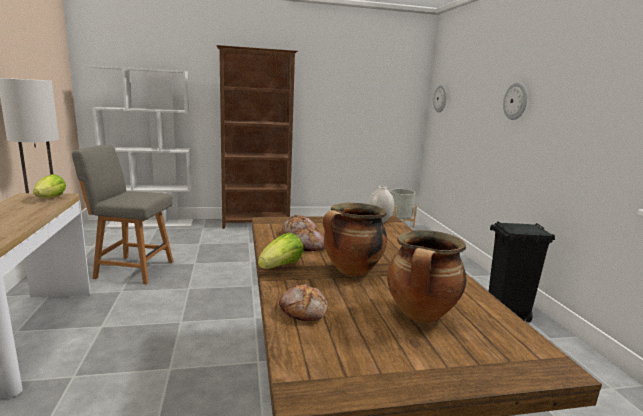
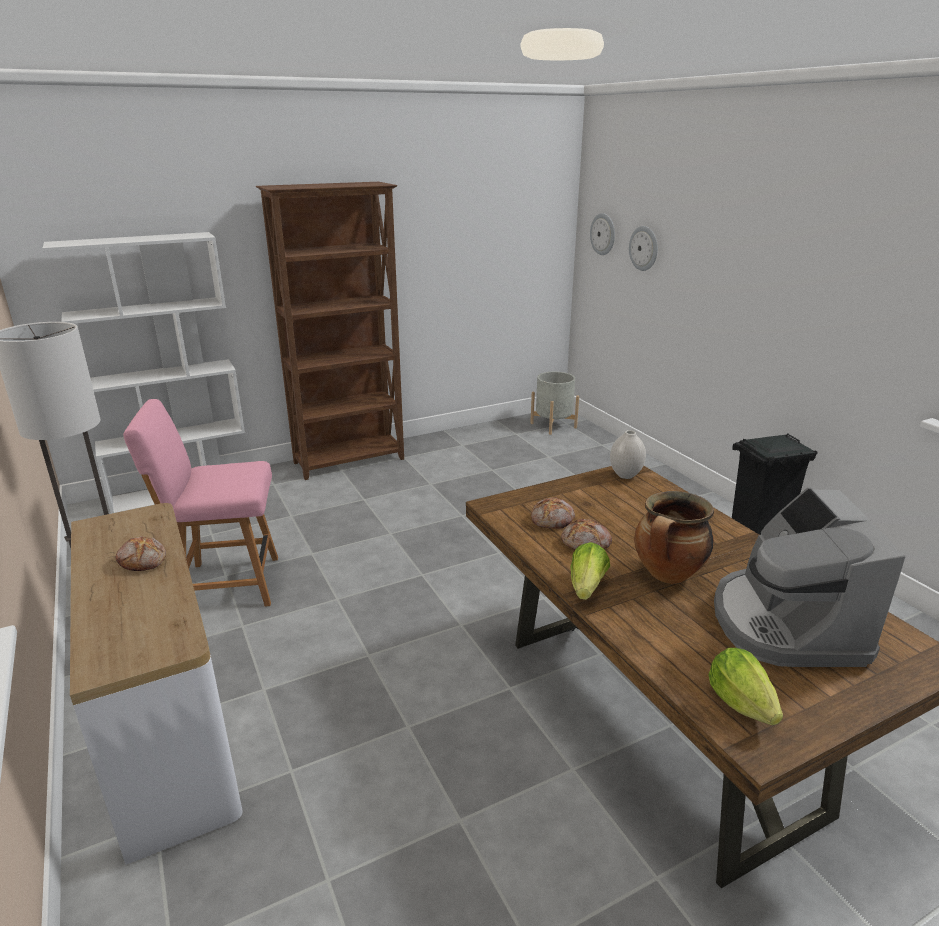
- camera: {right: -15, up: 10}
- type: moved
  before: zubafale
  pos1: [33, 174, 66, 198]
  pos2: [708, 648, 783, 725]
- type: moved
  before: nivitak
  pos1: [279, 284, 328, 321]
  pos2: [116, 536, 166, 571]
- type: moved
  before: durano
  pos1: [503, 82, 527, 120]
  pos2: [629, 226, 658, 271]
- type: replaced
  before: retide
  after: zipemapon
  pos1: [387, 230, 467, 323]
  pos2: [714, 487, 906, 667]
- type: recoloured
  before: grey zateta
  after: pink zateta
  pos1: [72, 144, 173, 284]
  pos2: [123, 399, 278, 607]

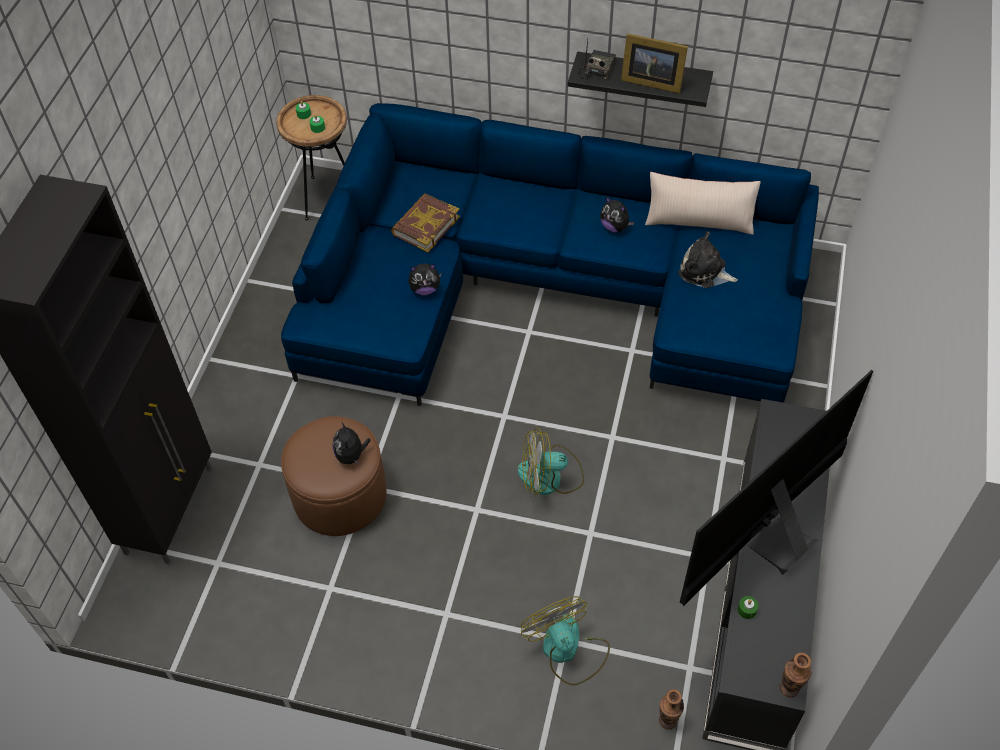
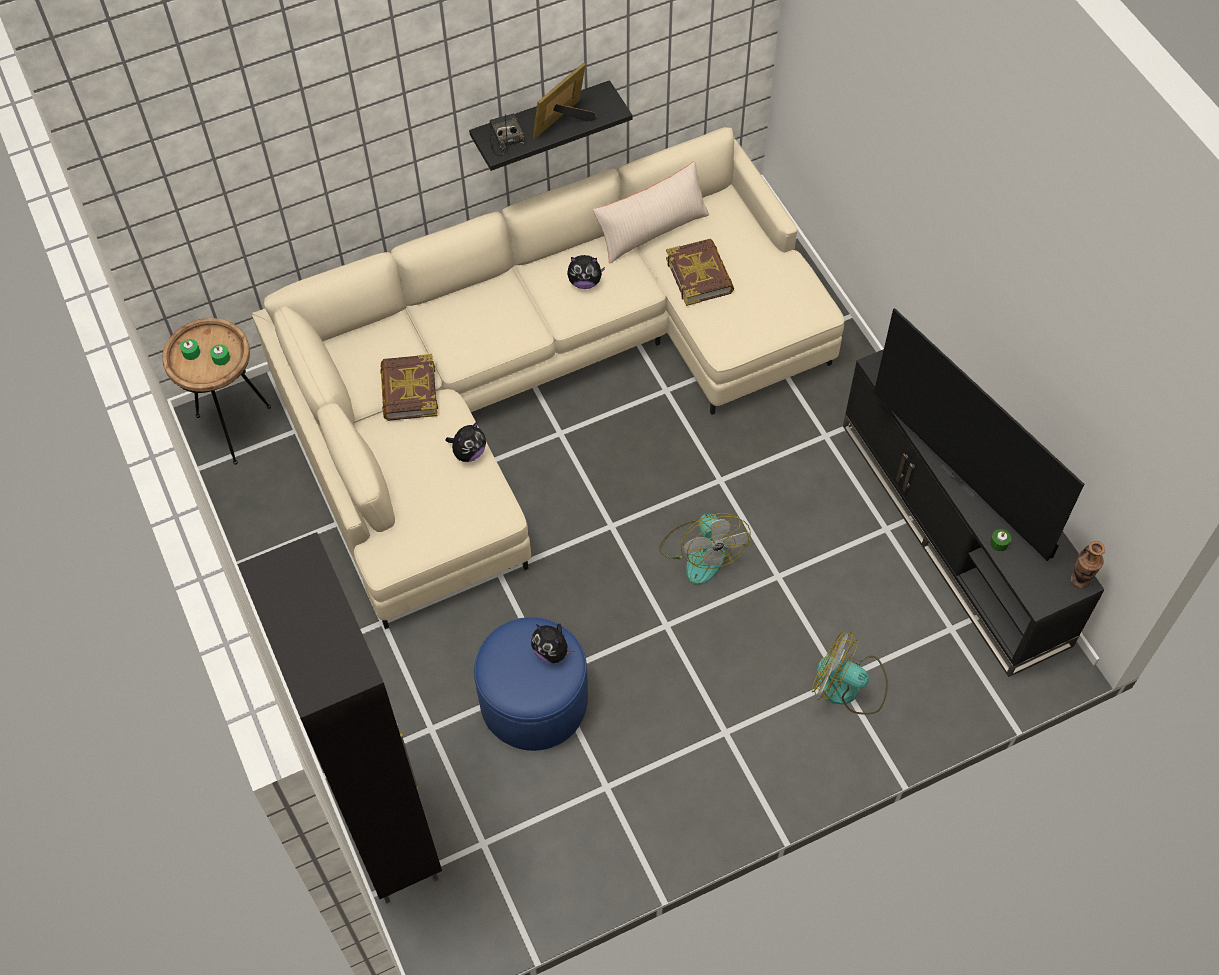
- camera: {right: -40, up: 5}
- type: removed
  before: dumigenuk
  pos1: [659, 689, 684, 730]
- type: replaced
  before: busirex
  after: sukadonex
  pos1: [678, 231, 738, 288]
  pos2: [666, 239, 734, 306]
- type: recoloured
  before: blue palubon
  after: beige palubon
  pos1: [281, 103, 819, 406]
  pos2: [252, 127, 845, 629]
- type: recoloured
  before: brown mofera
  after: blue mofera
  pos1: [281, 416, 387, 536]
  pos2: [474, 617, 588, 751]
- type: turned
  before: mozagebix
  pos1: [518, 428, 584, 495]
  pos2: [659, 513, 751, 585]
  turn: -60
- type: turned
  before: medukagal
  pos1: [621, 33, 688, 94]
  pos2: [533, 63, 596, 139]
  turn: 150
- type: turned
  before: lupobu
  pos1: [680, 370, 873, 607]
  pos2: [874, 308, 1084, 561]
  turn: -45

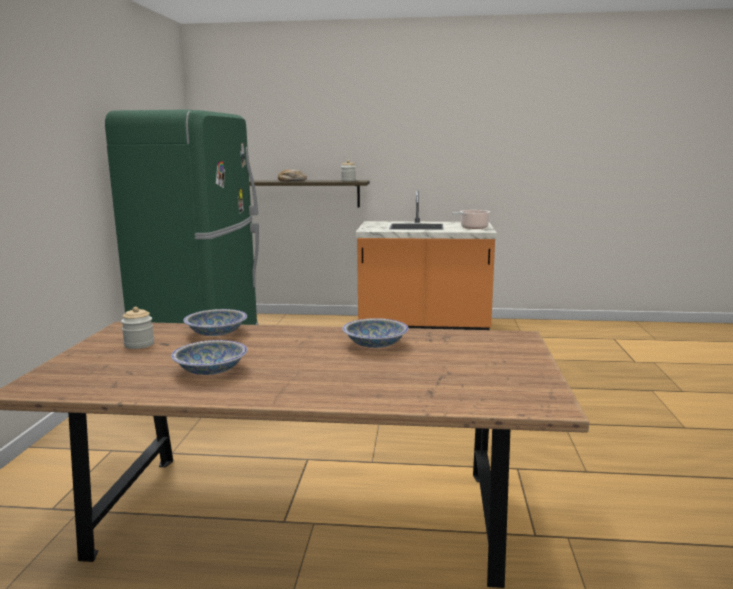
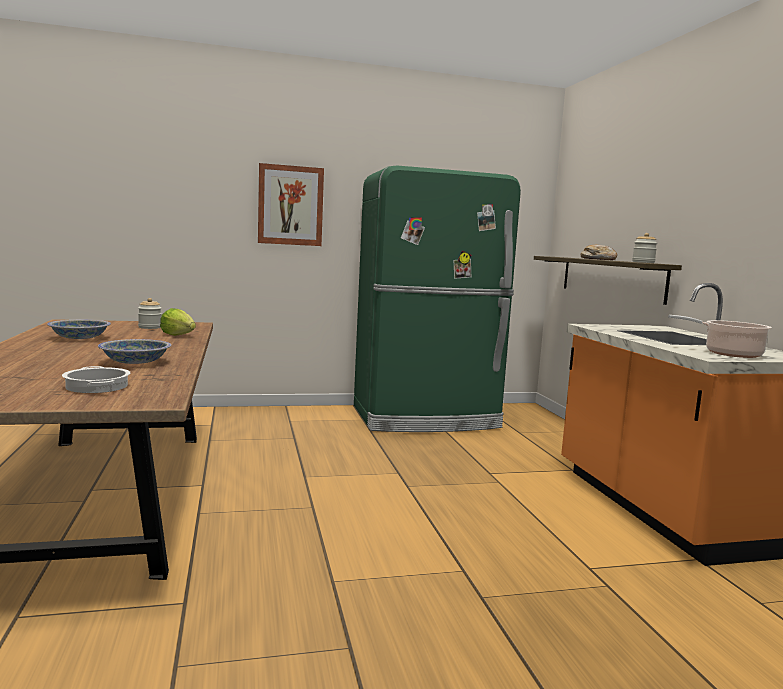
- camera: {right: 70, up: -5}
- type: added
  after: retide
  pos2: [62, 366, 130, 393]
- type: added
  after: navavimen
  pos2: [258, 163, 324, 246]
- type: replaced
  before: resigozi
  after: zubafale
  pos1: [183, 309, 247, 336]
  pos2: [160, 308, 196, 336]

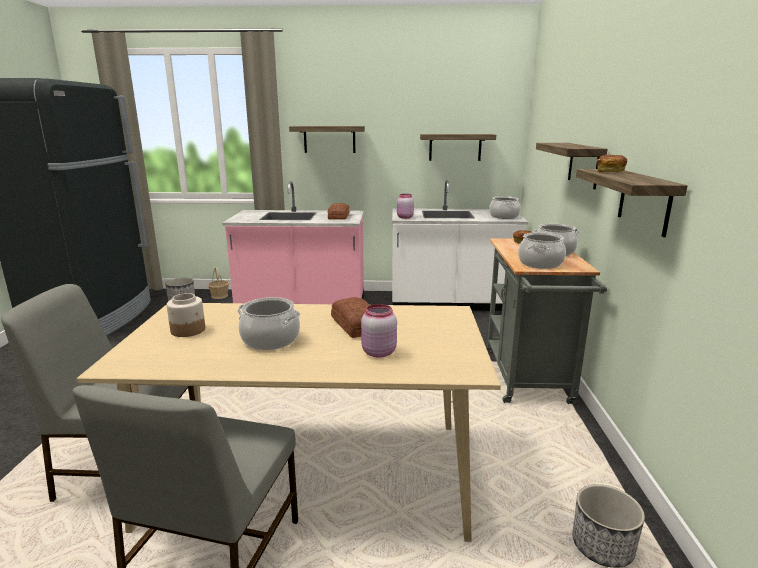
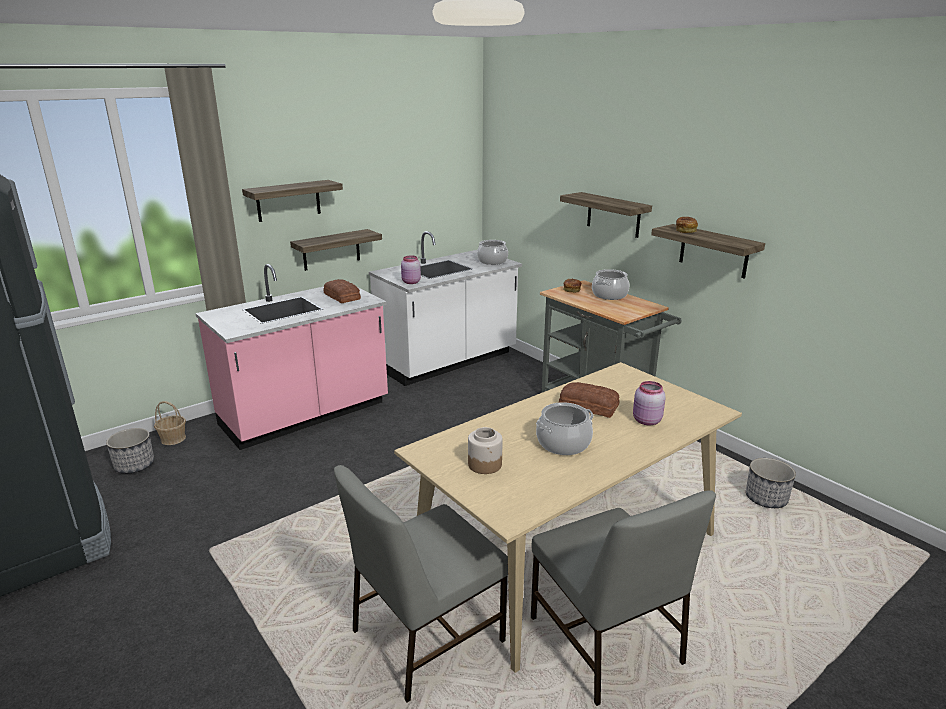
- camera: {right: -40, up: 5}
- type: removed
  before: retide
  pos1: [518, 233, 566, 269]
- type: moved
  before: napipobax
  pos1: [420, 134, 496, 161]
  pos2: [290, 229, 382, 271]

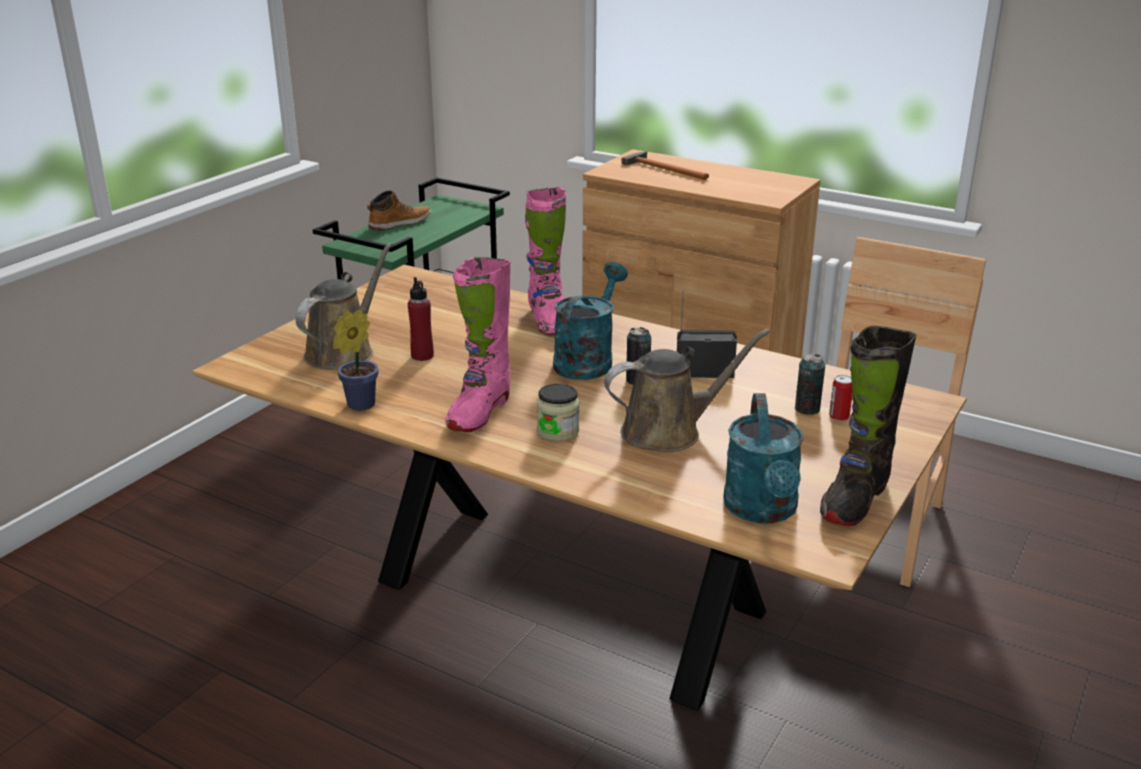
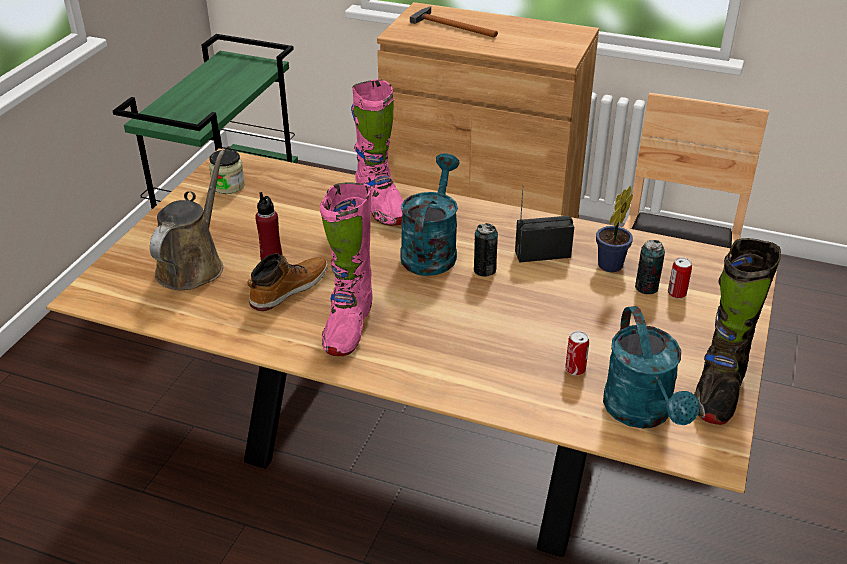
- camera: {right: -10, up: 10}
- type: removed
  before: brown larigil
  pos1: [604, 329, 770, 452]
- type: added
  after: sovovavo
  pos2: [566, 331, 589, 376]
- type: moved
  before: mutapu
  pos1: [333, 309, 379, 411]
  pos2: [596, 186, 633, 272]
- type: moved
  before: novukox
  pos1: [367, 190, 431, 231]
  pos2: [247, 253, 328, 311]
- type: moved
  before: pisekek
  pos1: [537, 384, 579, 441]
  pos2: [209, 150, 245, 194]

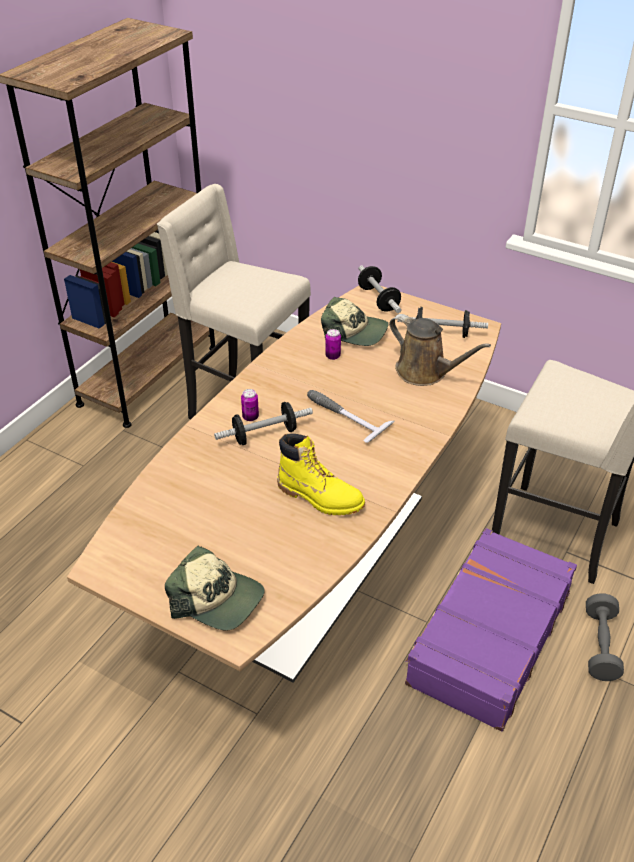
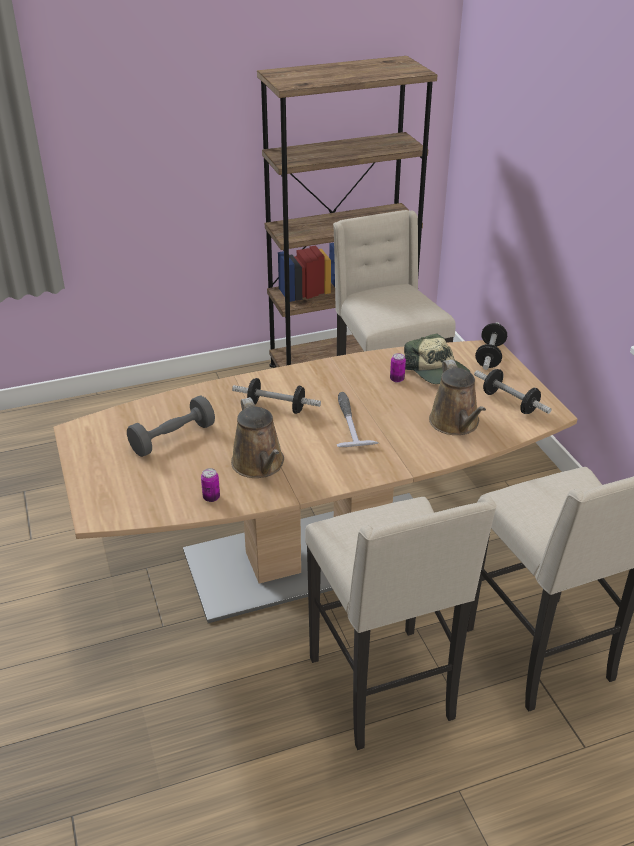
- camera: {right: 40, up: -5}
- type: removed
  before: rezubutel
  pos1: [165, 546, 265, 631]
- type: moved
  before: sovovavo
  pos1: [241, 389, 259, 421]
  pos2: [201, 468, 220, 502]
- type: moved
  before: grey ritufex
  pos1: [586, 593, 624, 681]
  pos2: [127, 396, 215, 457]
- type: replaced
  before: yellow novukox
  after: brown larigil
  pos1: [277, 434, 365, 515]
  pos2: [231, 397, 284, 478]
- type: replaced
  before: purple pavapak
  after: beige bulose
  pos1: [405, 528, 577, 732]
  pos2: [305, 496, 497, 750]

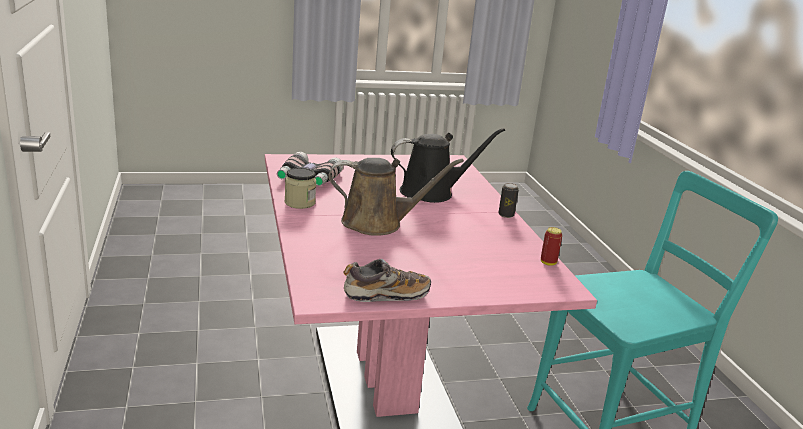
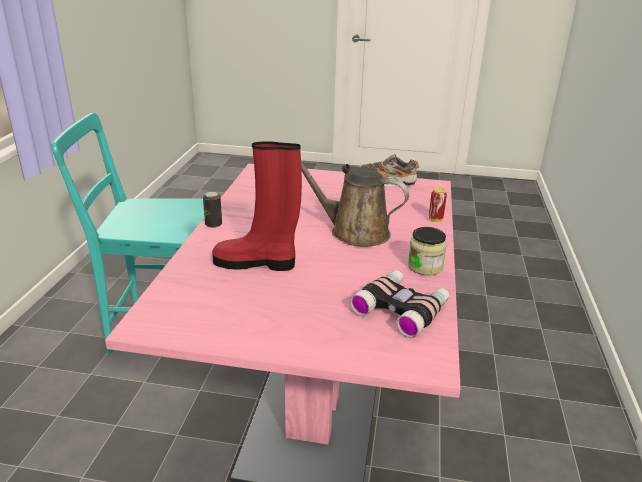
- camera: {right: -155, up: 5}
- type: moved
  before: sovovavo
  pos1: [541, 227, 562, 266]
  pos2: [429, 188, 447, 222]
- type: replaced
  before: black larigil
  after: red novukox
  pos1: [391, 128, 505, 203]
  pos2: [212, 141, 302, 271]

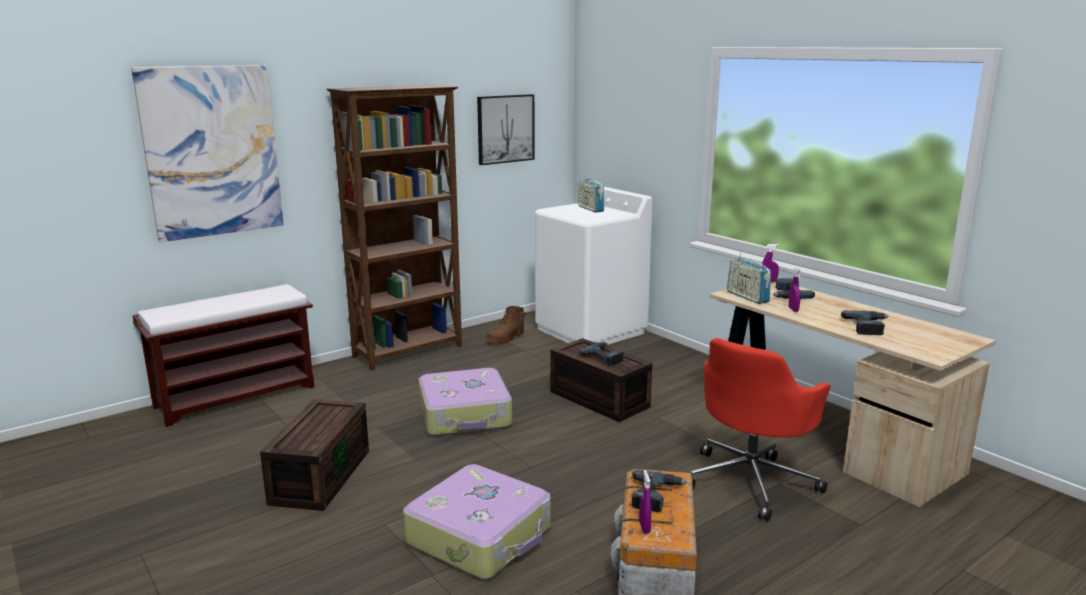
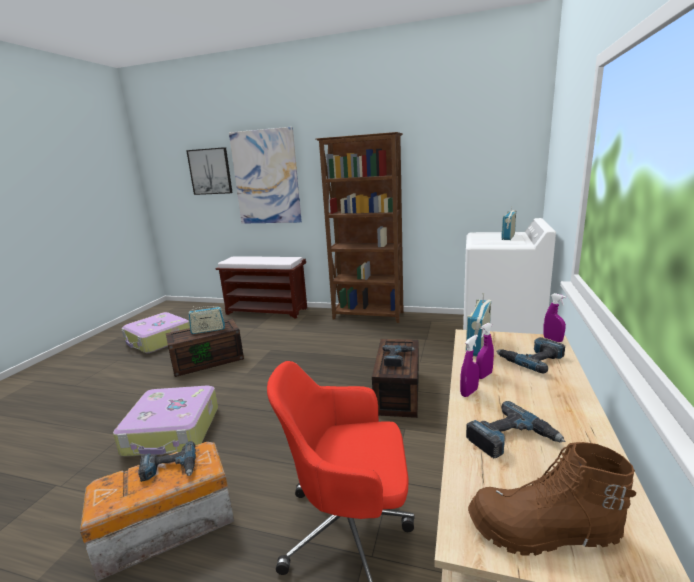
- camera: {right: 55, up: 0}
- type: added
  after: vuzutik
  pos2: [188, 306, 225, 334]
- type: moved
  before: pavapak
  pos1: [419, 368, 512, 436]
  pos2: [121, 312, 190, 353]
- type: moved
  before: navavimen
  pos1: [477, 94, 535, 165]
  pos2: [186, 147, 233, 195]
- type: moved
  before: brown novukox
  pos1: [486, 306, 526, 345]
  pos2: [468, 442, 636, 556]
- type: moved
  before: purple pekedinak
  pos1: [639, 470, 652, 534]
  pos2: [460, 335, 479, 397]

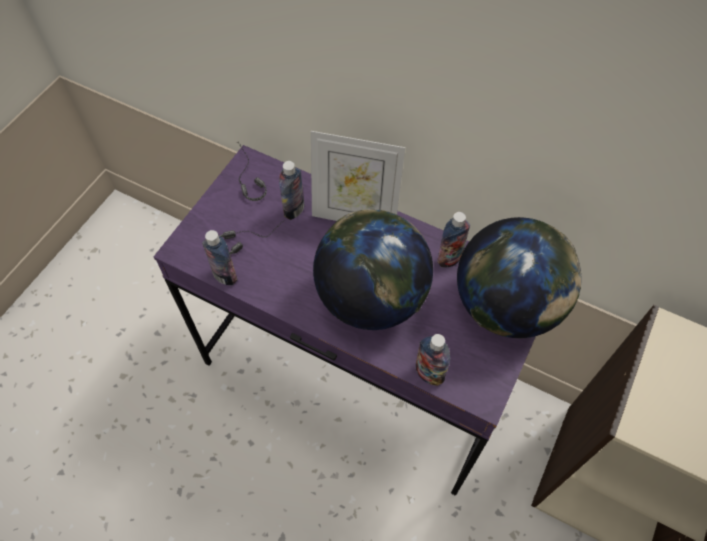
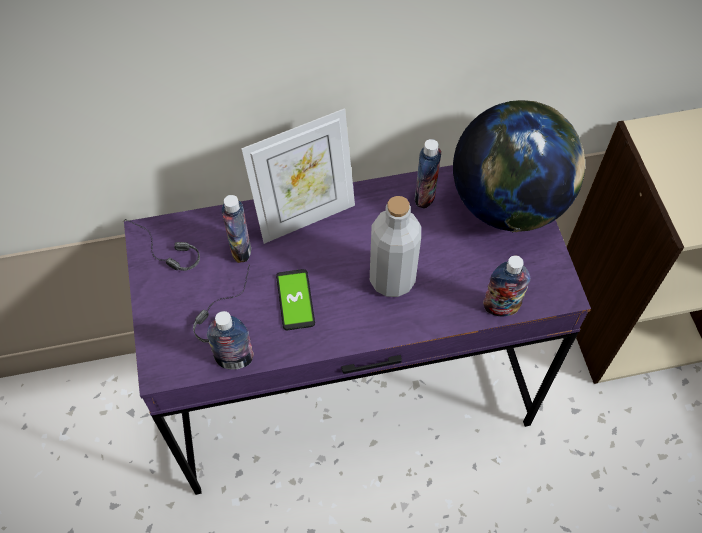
- camera: {right: -40, up: 0}
- type: added
  after: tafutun
  pos2: [276, 269, 315, 330]
- type: replaced
  before: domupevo
  after: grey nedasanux
  pos1: [313, 210, 433, 330]
  pos2: [370, 196, 421, 297]

